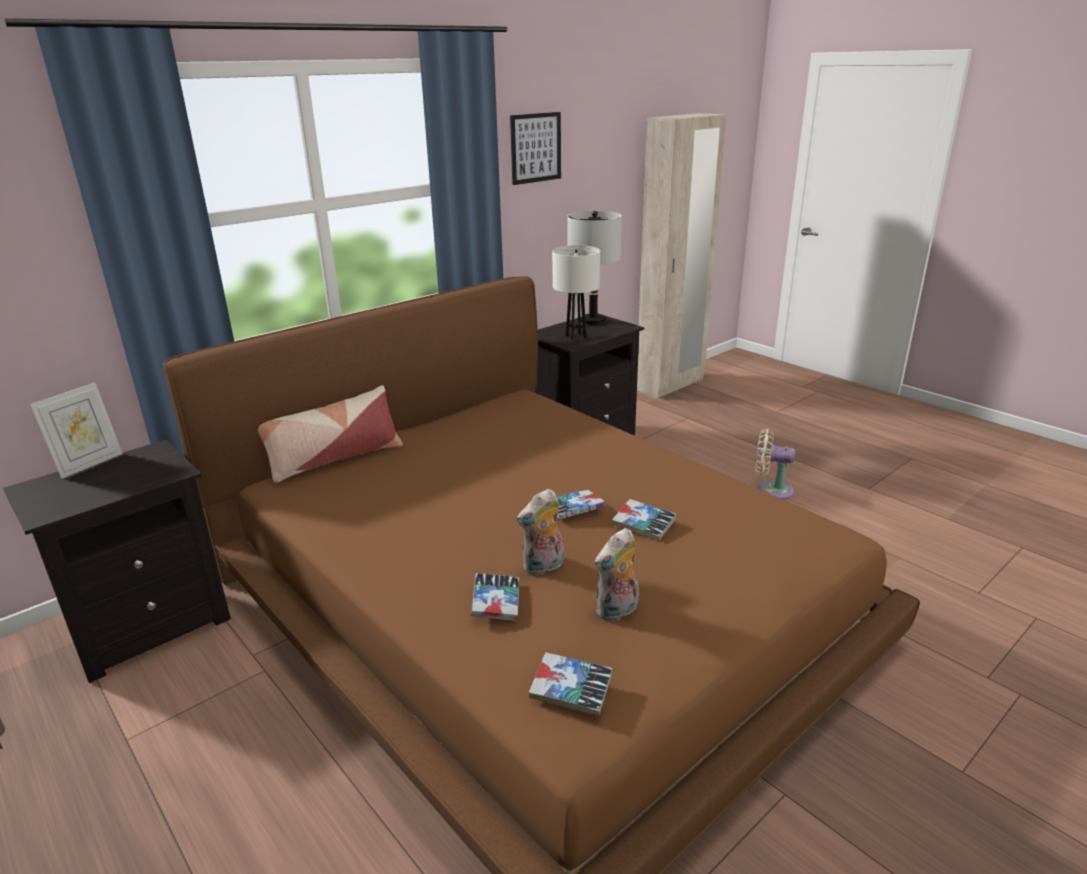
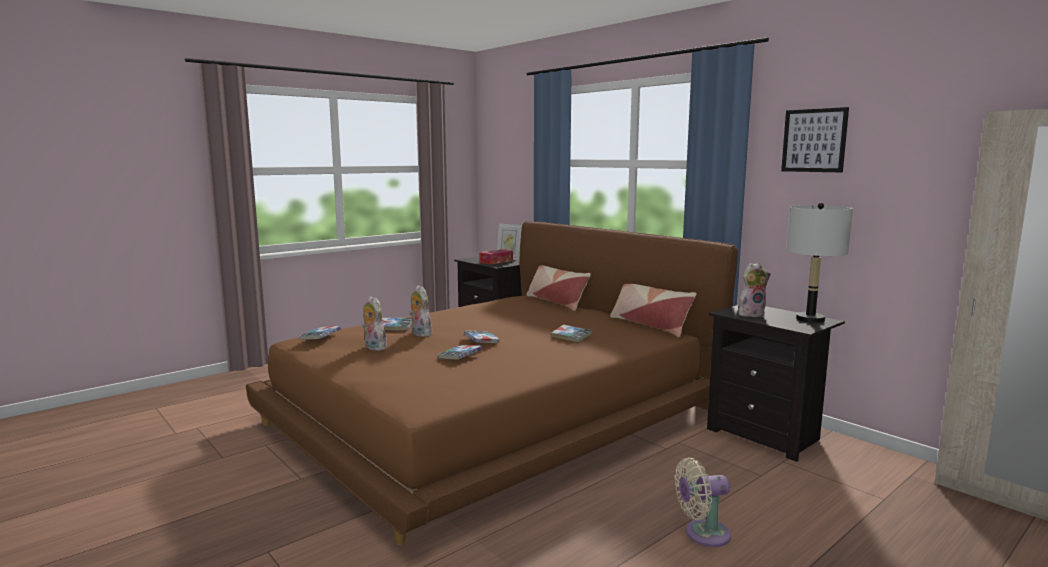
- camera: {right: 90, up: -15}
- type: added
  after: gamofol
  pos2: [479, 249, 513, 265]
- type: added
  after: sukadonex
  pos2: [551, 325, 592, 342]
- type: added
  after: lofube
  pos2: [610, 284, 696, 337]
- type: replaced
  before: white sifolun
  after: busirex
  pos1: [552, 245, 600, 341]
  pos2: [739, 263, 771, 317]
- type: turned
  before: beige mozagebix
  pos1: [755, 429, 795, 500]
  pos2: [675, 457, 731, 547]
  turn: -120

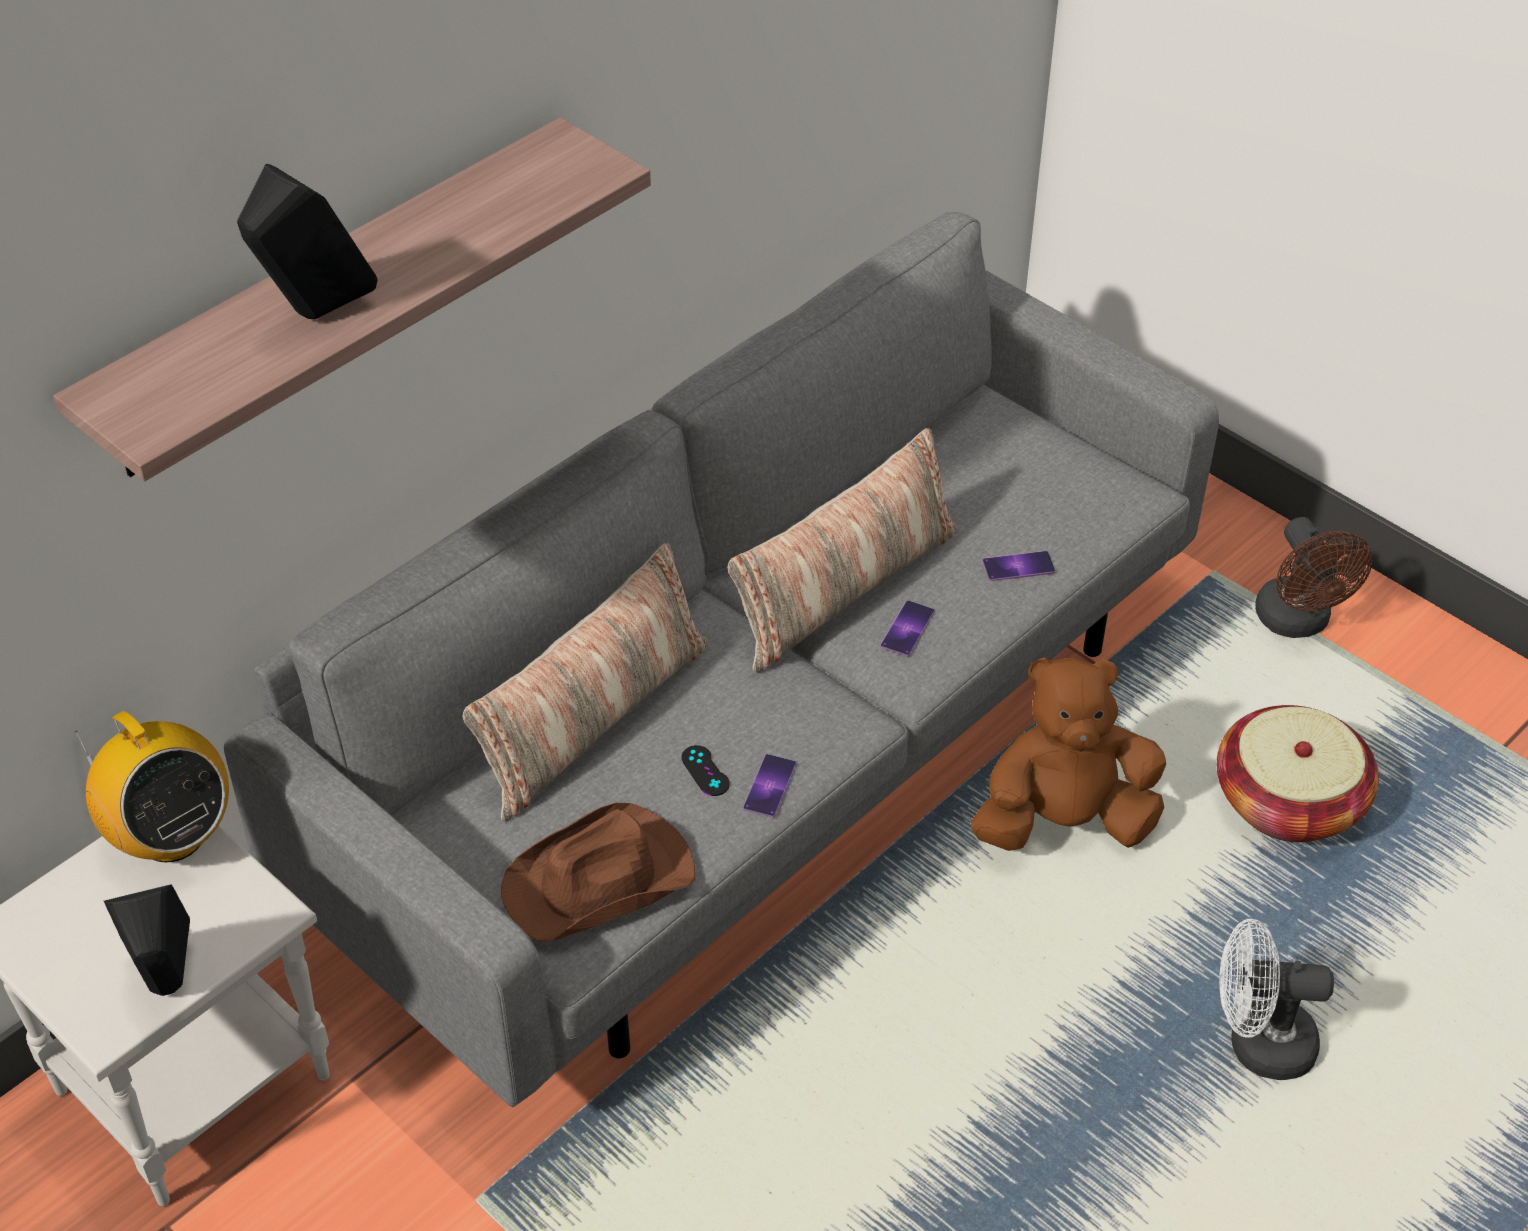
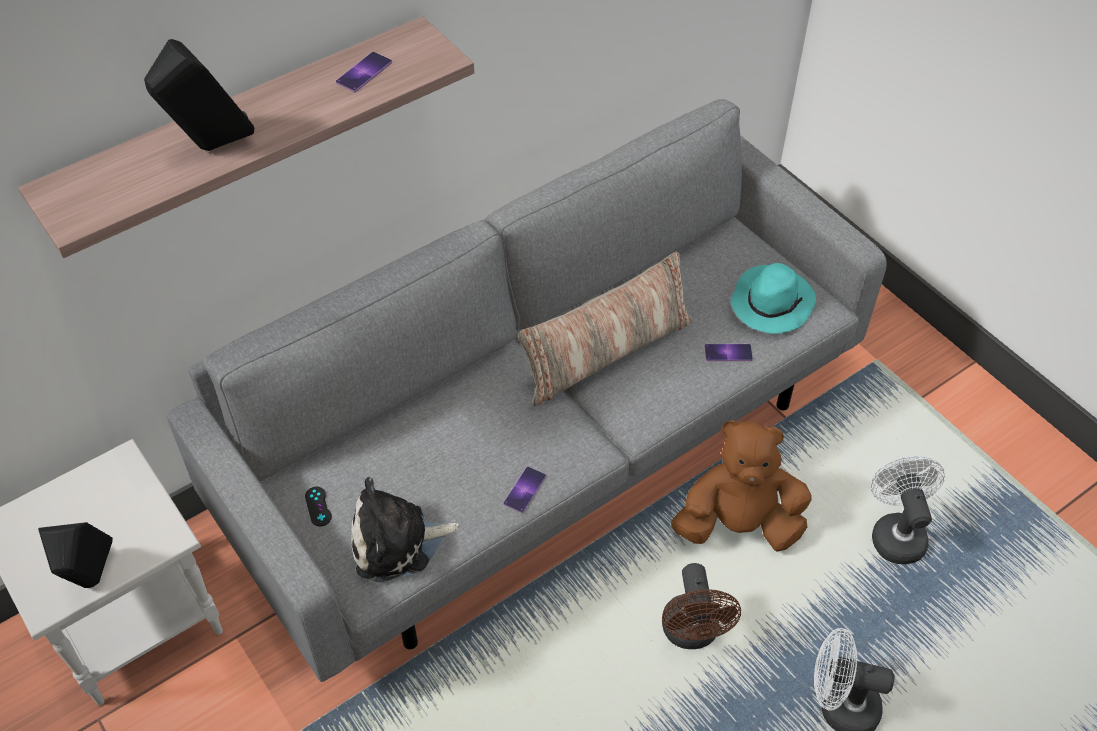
- camera: {right: 10, up: 5}
- type: removed
  before: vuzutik
  pos1: [74, 711, 229, 862]
- type: removed
  before: lofube
  pos1: [463, 543, 708, 822]
- type: added
  after: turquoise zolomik
  pos2: [731, 263, 816, 334]
- type: moved
  before: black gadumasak
  pos1: [681, 745, 730, 796]
  pos2: [305, 487, 332, 526]
- type: moved
  before: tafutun
  pos1: [881, 600, 935, 657]
  pos2: [336, 52, 392, 92]
- type: moved
  before: brown mozagebix
  pos1: [1255, 517, 1373, 638]
  pos2: [662, 563, 741, 649]
- type: replaced
  before: brown zolomik
  after: busirex
  pos1: [501, 803, 696, 941]
  pos2: [351, 477, 459, 582]
- type: replaced
  before: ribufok
  after: white mozagebix
  pos1: [1217, 705, 1379, 842]
  pos2: [870, 456, 945, 564]

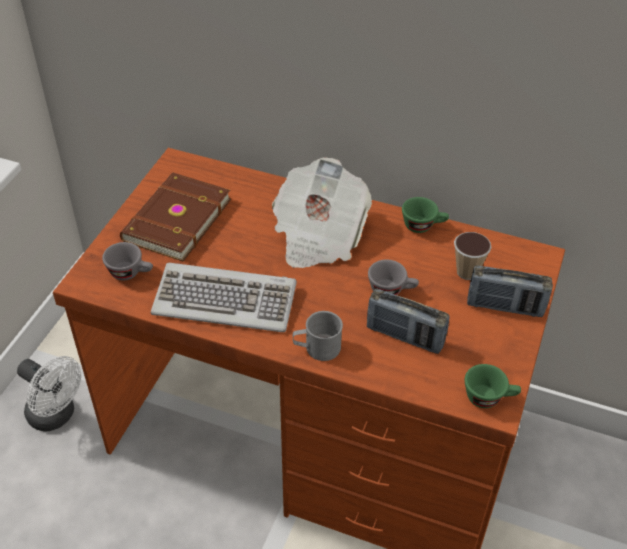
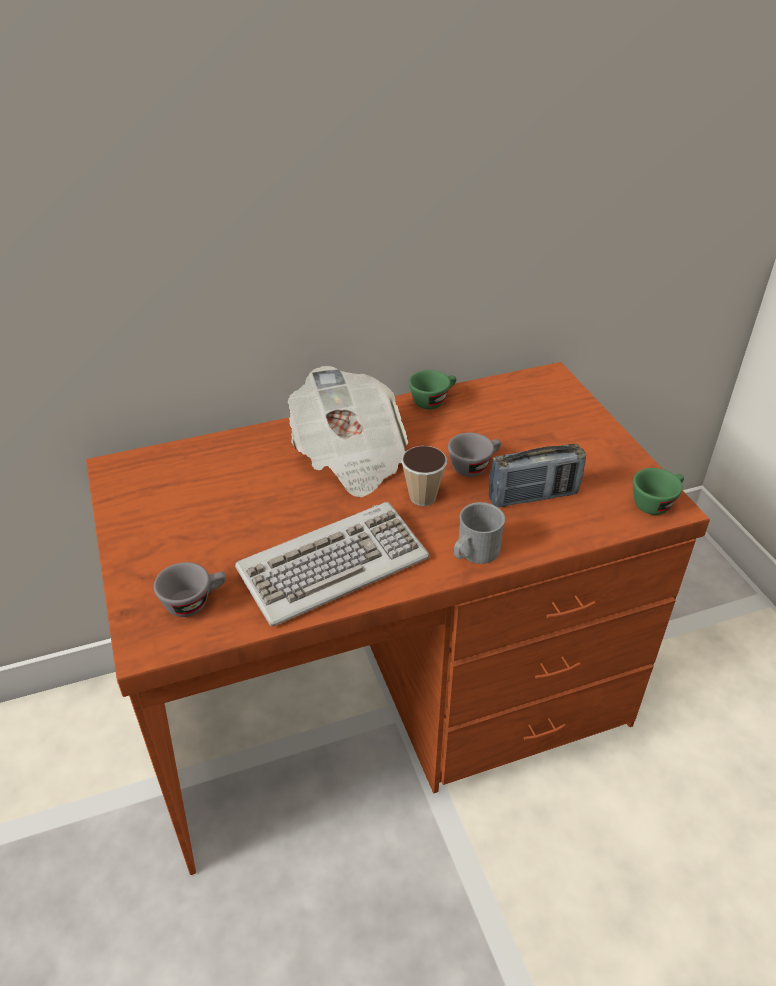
- camera: {right: -40, up: -5}
- type: removed
  before: white mozagebix
  pos1: [17, 356, 81, 432]
- type: removed
  before: brown sukadonex
  pos1: [120, 173, 231, 262]
- type: removed
  before: vuzutik
  pos1: [467, 265, 553, 317]
- type: moved
  before: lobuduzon
  pos1: [454, 232, 492, 280]
  pos2: [401, 446, 447, 506]

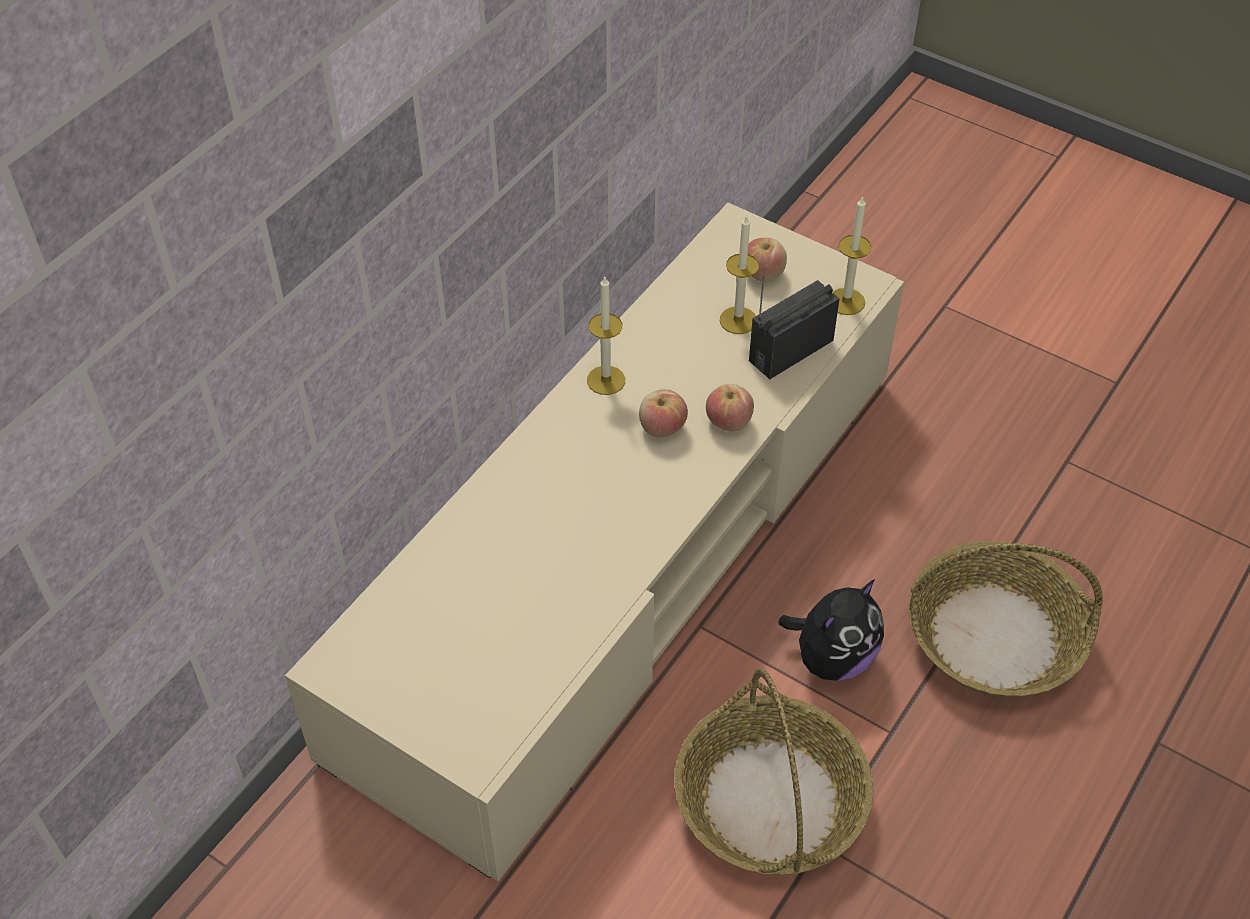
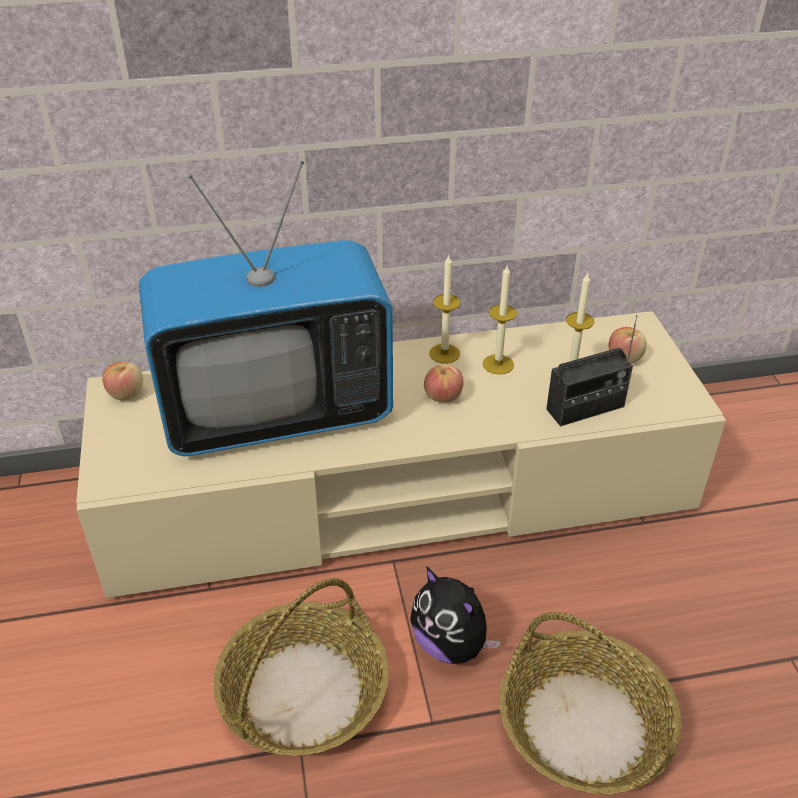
- camera: {right: 45, up: -10}
- type: added
  after: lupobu
  pos2: [139, 161, 393, 456]
- type: moved
  before: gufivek
  pos1: [706, 384, 754, 431]
  pos2: [102, 361, 143, 401]
- type: moved
  before: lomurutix
  pos1: [832, 196, 872, 315]
  pos2: [483, 264, 517, 375]
- type: turned
  before: vuzutik
  pos1: [749, 268, 840, 379]
  pos2: [546, 315, 638, 426]
  turn: 150
- type: turned
  before: busirex
  pos1: [778, 579, 884, 681]
  pos2: [410, 566, 501, 664]
  turn: 45

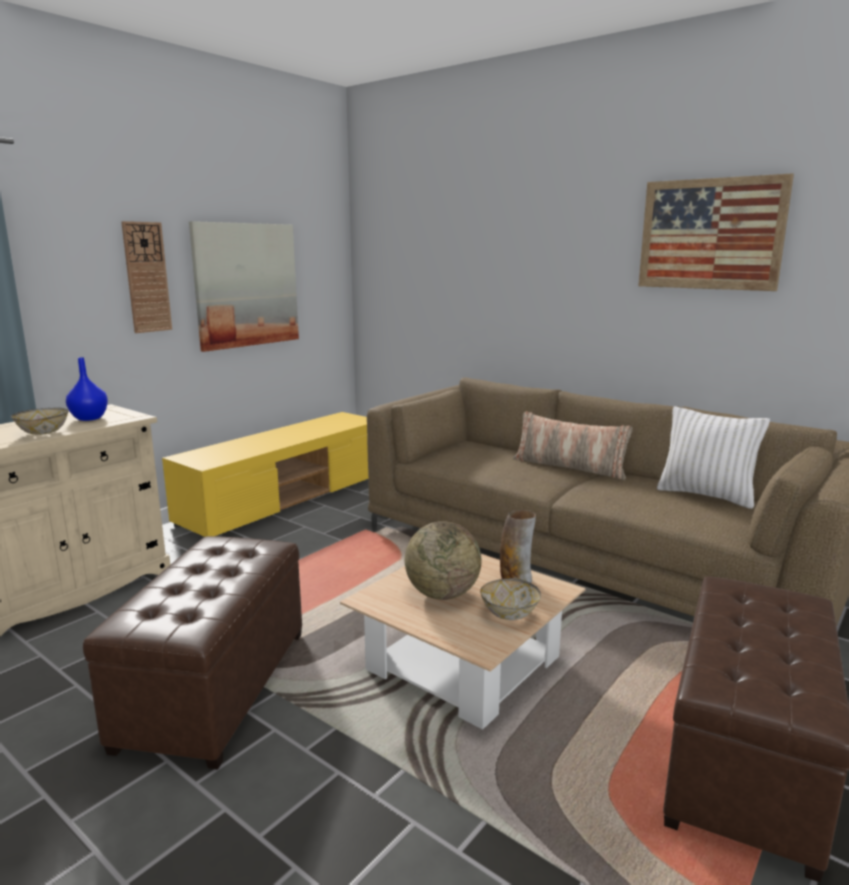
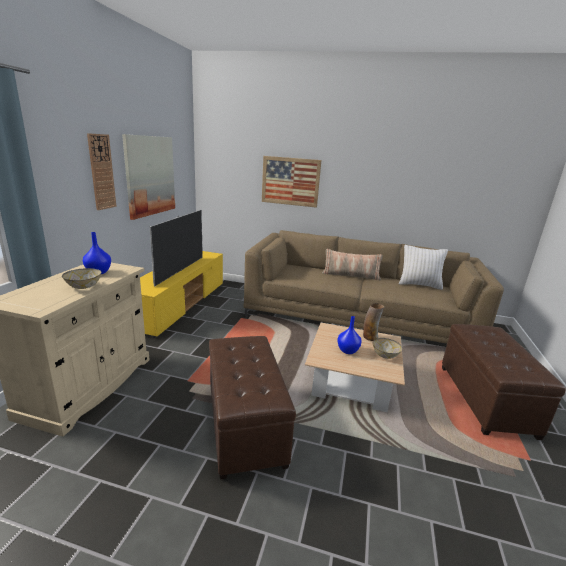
- camera: {right: -25, up: 5}
- type: added
  after: lupobu
  pos2: [150, 210, 203, 286]
- type: moved
  before: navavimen
  pos1: [638, 173, 794, 291]
  pos2: [262, 156, 322, 208]
- type: replaced
  before: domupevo
  after: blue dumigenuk
  pos1: [405, 521, 481, 600]
  pos2: [337, 316, 362, 354]

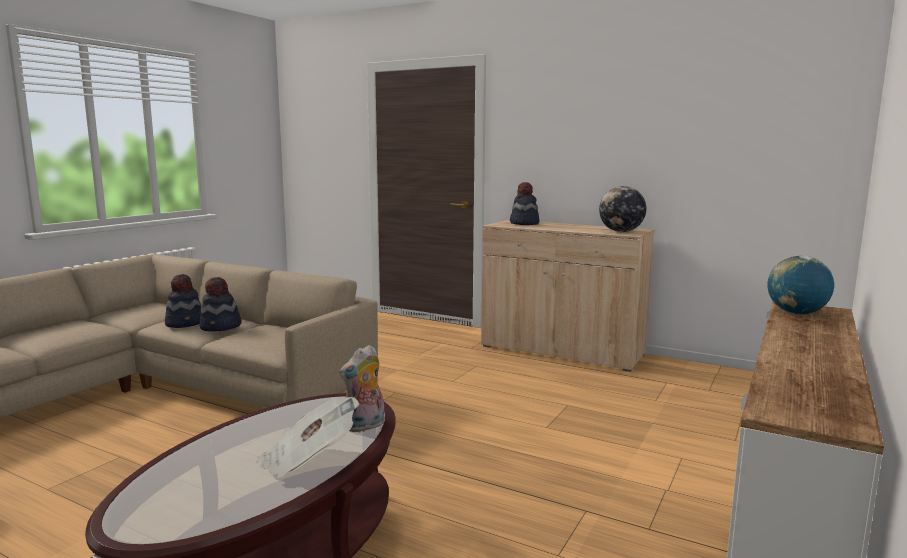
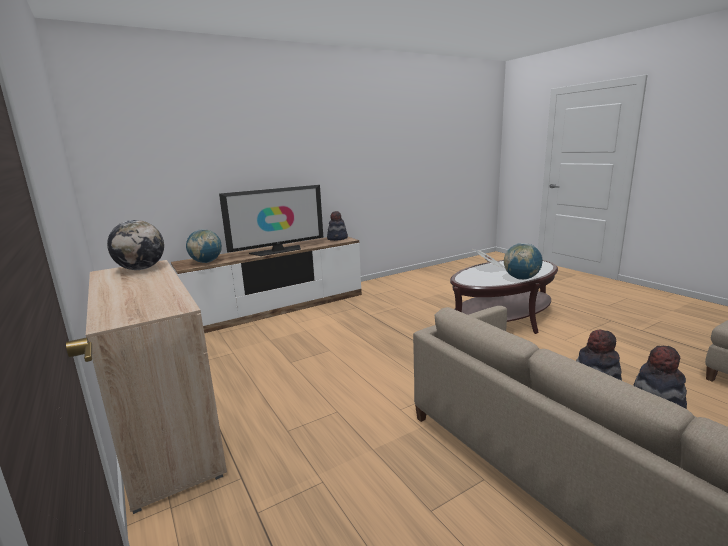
- camera: {right: -150, up: 5}
- type: removed
  before: busirex
  pos1: [339, 345, 385, 432]
- type: added
  after: lupobu
  pos2: [219, 185, 323, 256]
- type: added
  after: domupevo
  pos2: [504, 243, 542, 280]
- type: moved
  before: zolomik
  pos1: [510, 182, 540, 225]
  pos2: [327, 211, 348, 241]

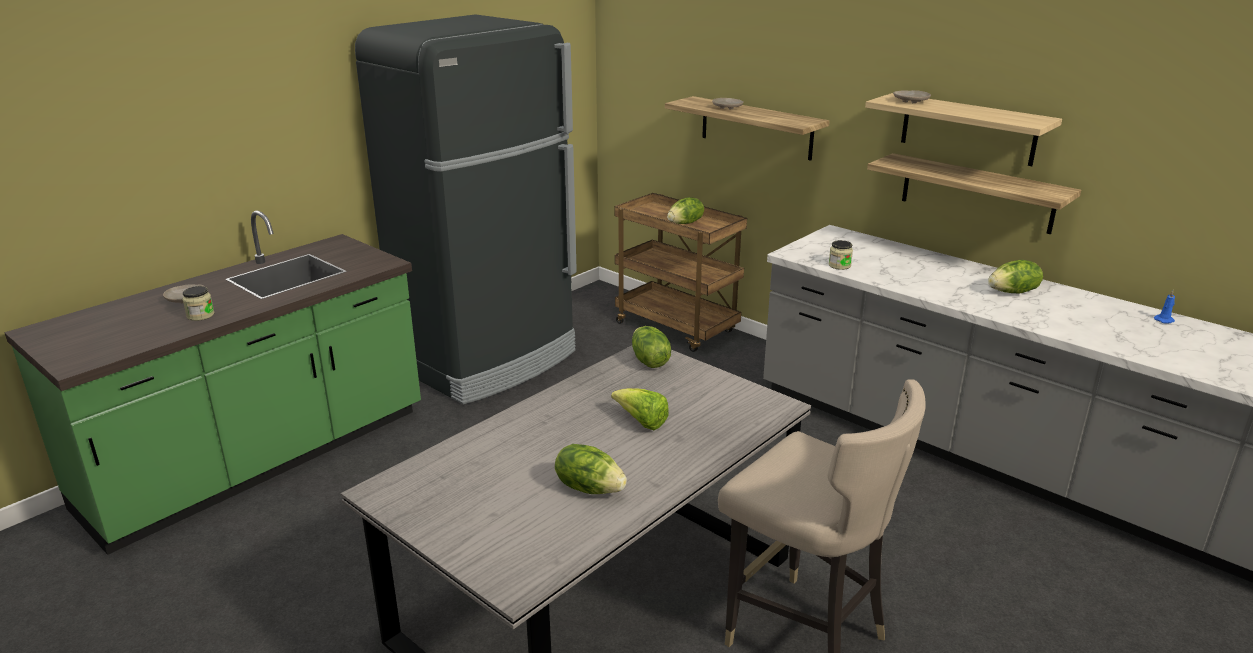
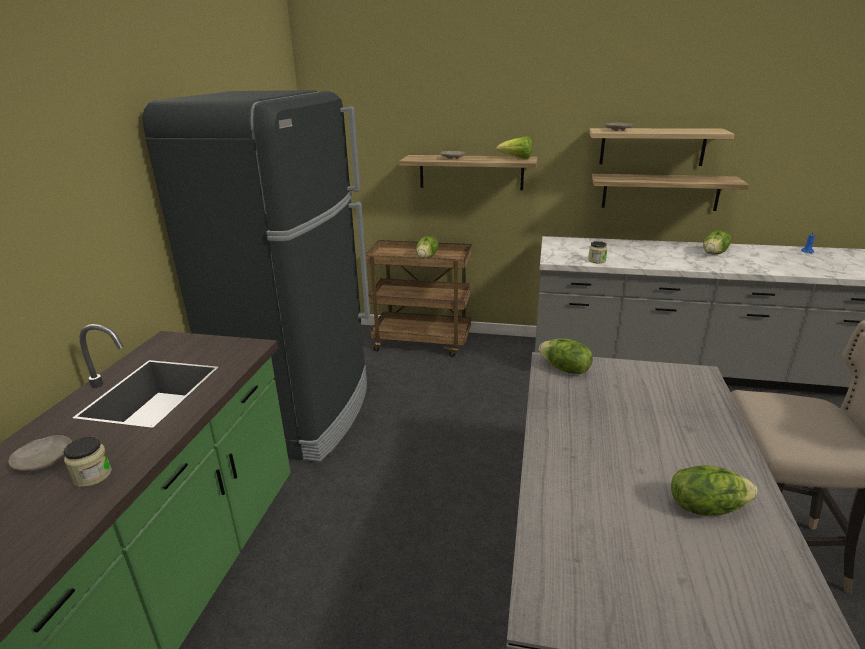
- camera: {right: -30, up: 0}
- type: moved
  before: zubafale
  pos1: [611, 388, 669, 430]
  pos2: [496, 136, 532, 159]

